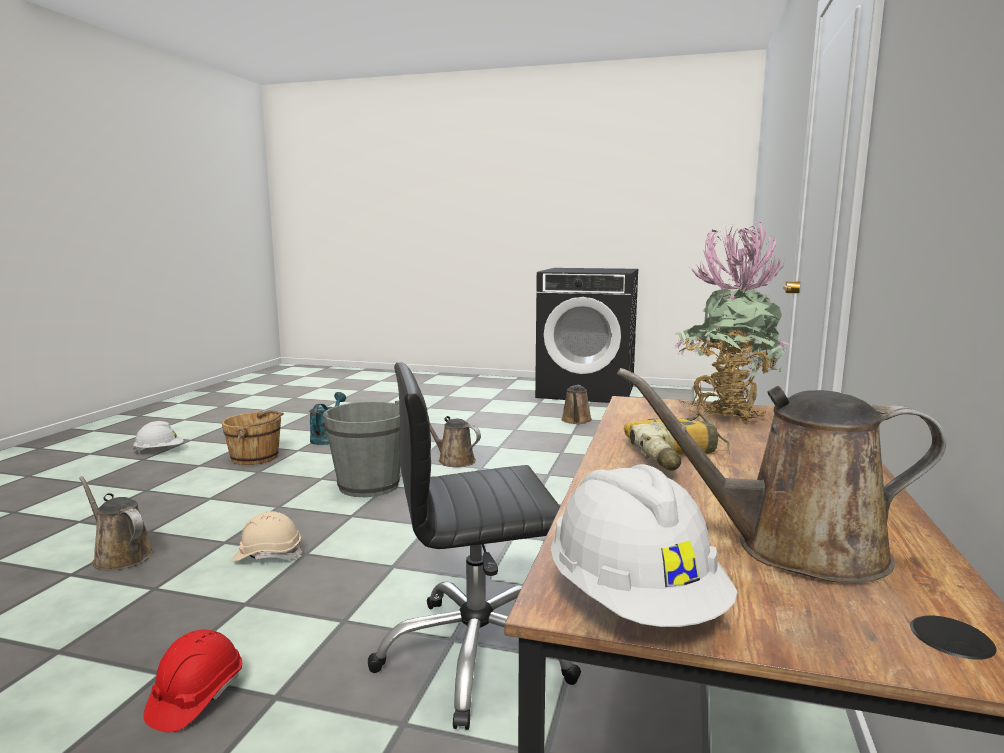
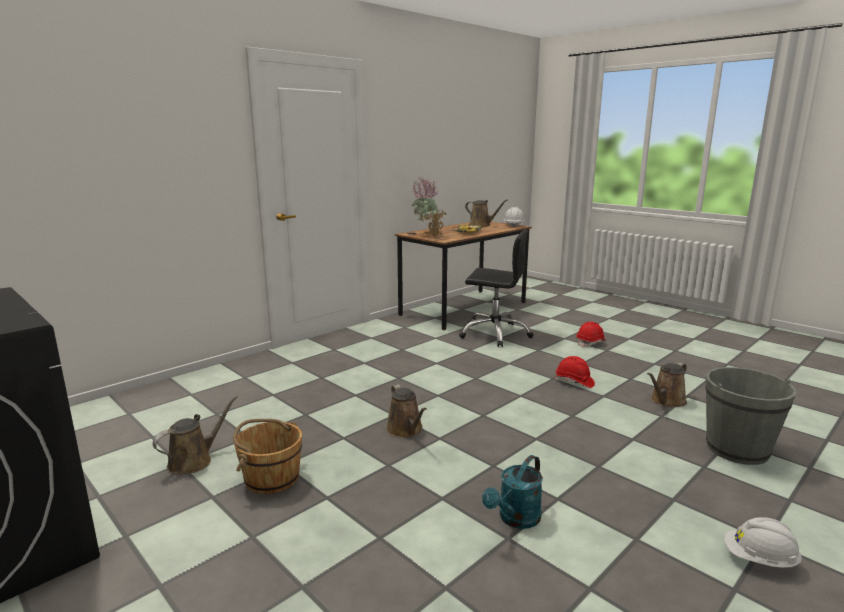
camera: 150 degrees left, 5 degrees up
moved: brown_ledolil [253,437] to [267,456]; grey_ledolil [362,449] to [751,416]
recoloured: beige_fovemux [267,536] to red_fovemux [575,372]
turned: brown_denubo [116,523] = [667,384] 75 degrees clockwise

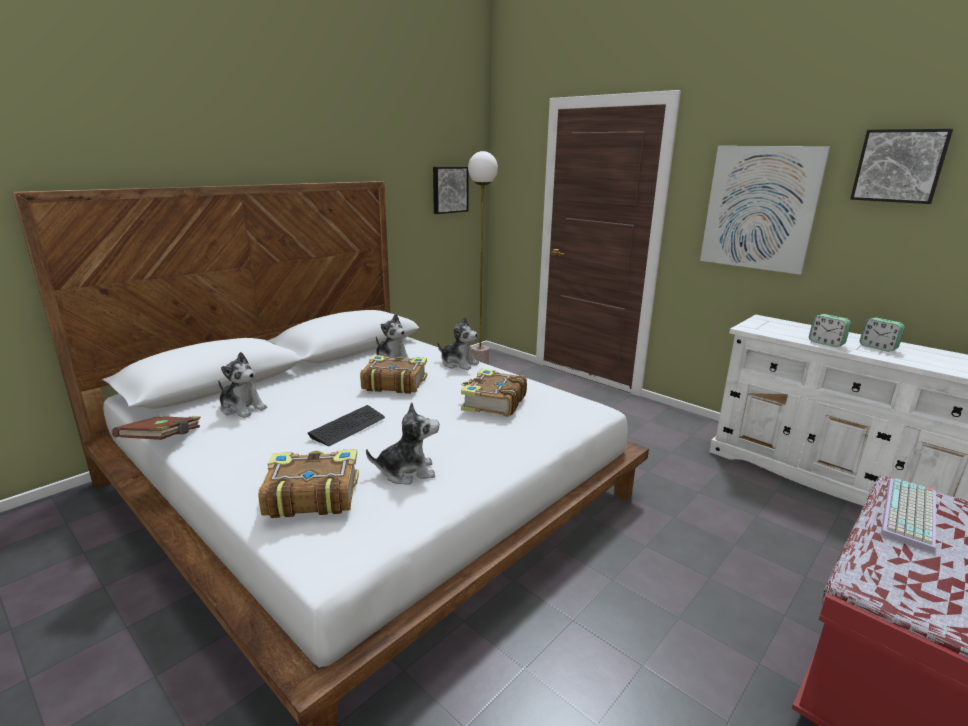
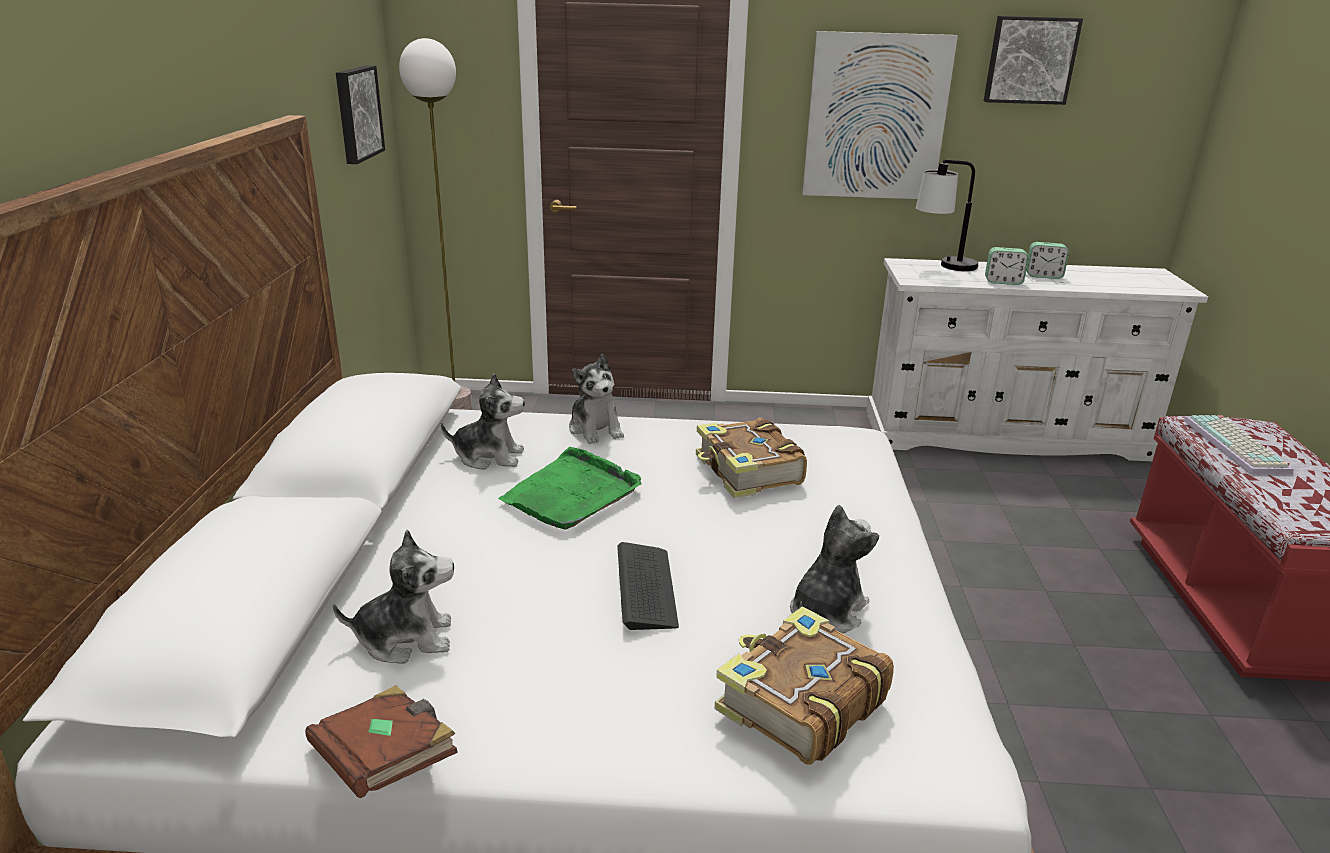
camera: 40 degrees left, 5 degrees up
added: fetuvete [947,215]
replaced: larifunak [393,374] to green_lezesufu [570,488]
turned: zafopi [458,343] = [596,399] 75 degrees clockwise

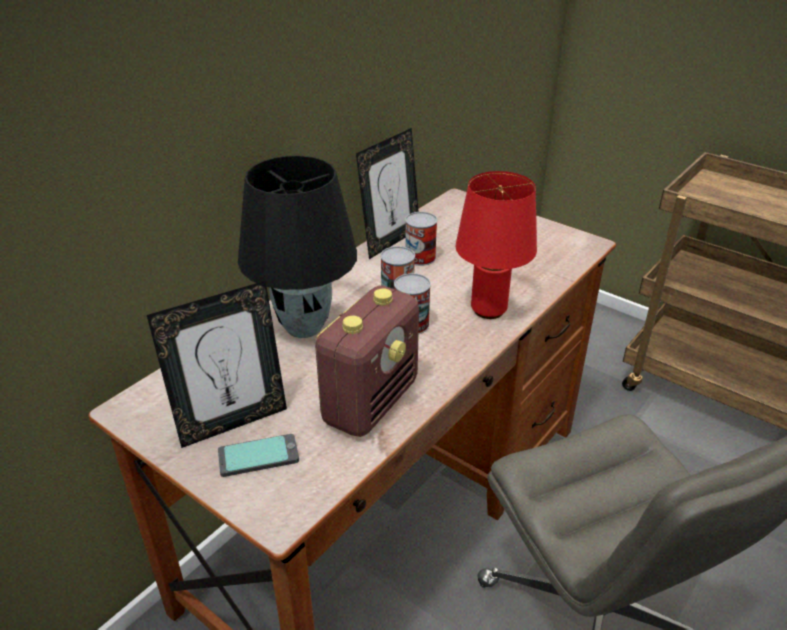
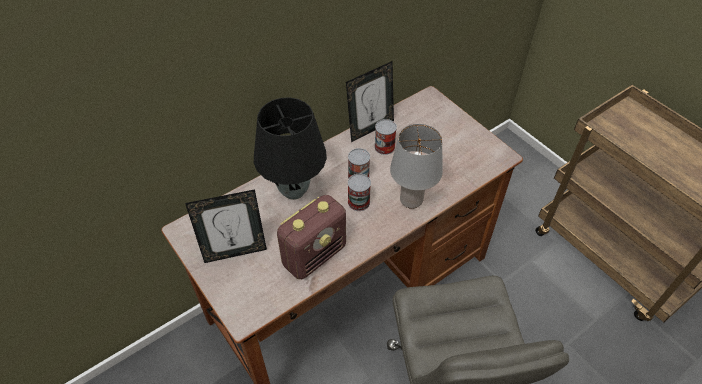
camera: 15 degrees right, 15 degrees up
removed: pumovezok [258,455]
recoloured: red_fetuvete [496,245] to grey_fetuvete [416,166]

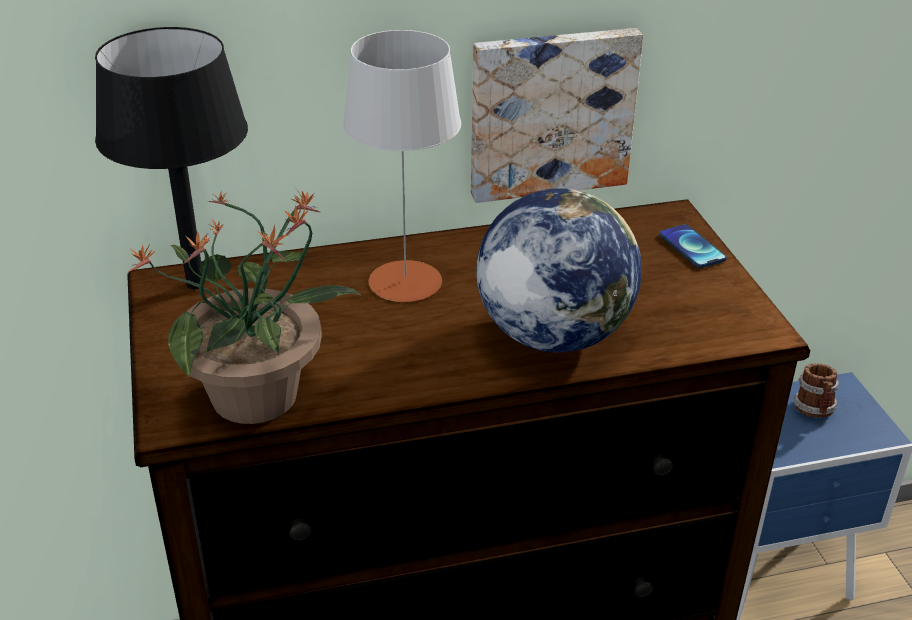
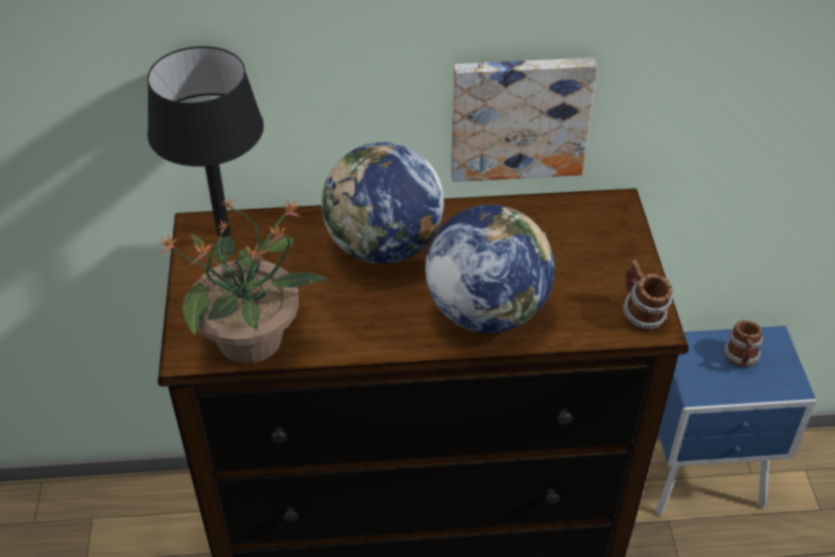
camera: 10 degrees right, 10 degrees up
removed: pumovezok [693,246]
added: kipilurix [647,295]
replaced: grey_fetuvete [402,166] to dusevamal [383,203]

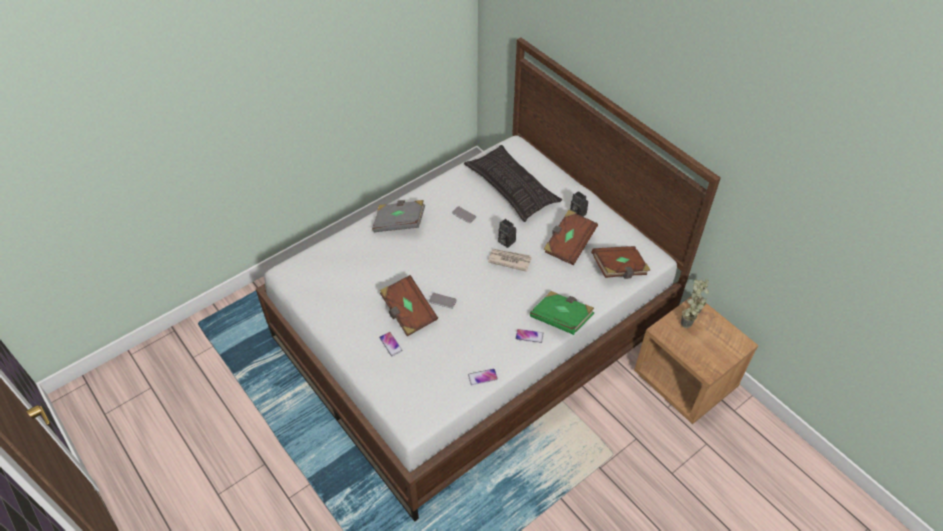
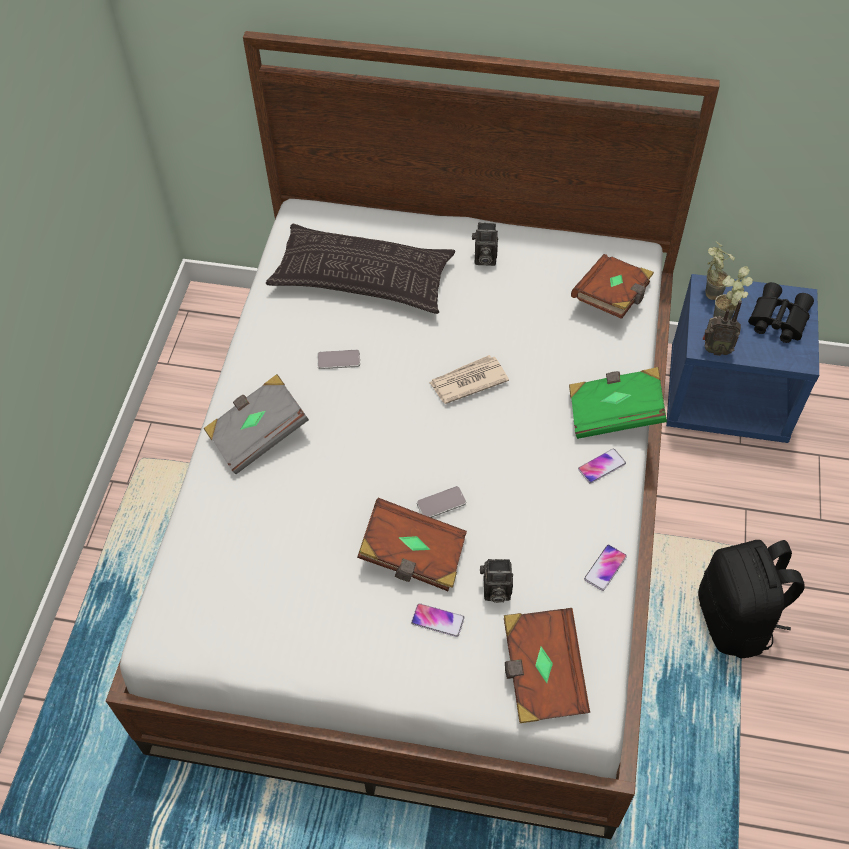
camera: 40 degrees left, 5 degrees up
added: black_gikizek [751,599]; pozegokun [722,328]; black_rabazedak [781,312]
moved: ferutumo [507,233] to [496,581]; brown_larifunak [571,237] to [547,665]
recoloured: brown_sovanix [696,360] to blue_sovanix [742,358]

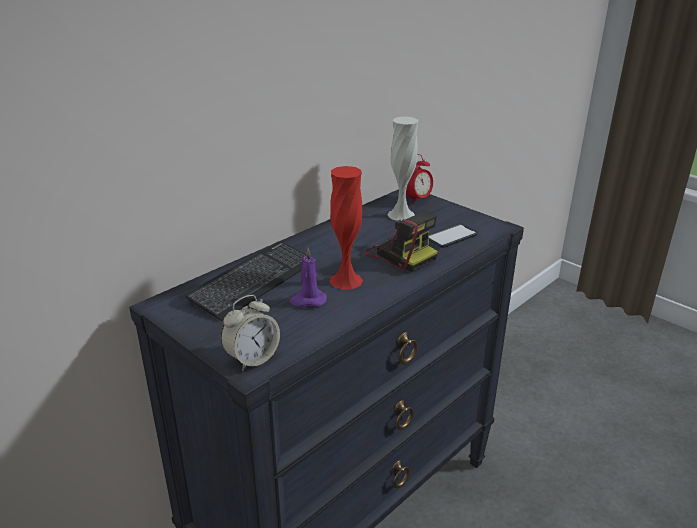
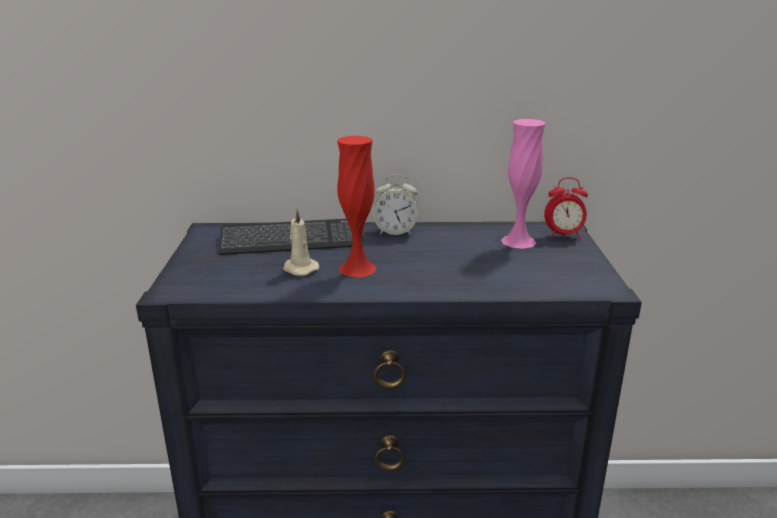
camera: 45 degrees right, 5 degrees down
removed: ferutumo [401,242]; pumovezok [453,236]
moved: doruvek [250,333] to [395,205]
recoloured: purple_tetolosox [308,277] to beige_tetolosox [301,242]; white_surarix [402,169] to pink_surarix [523,184]

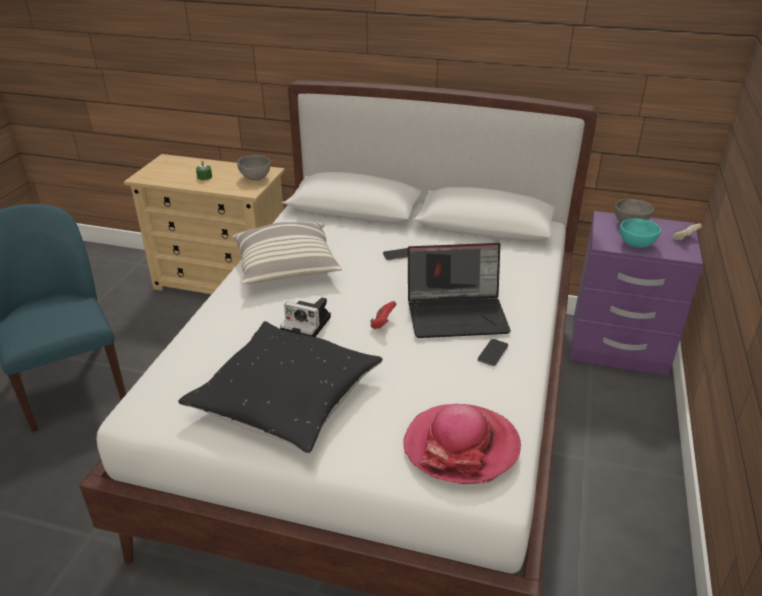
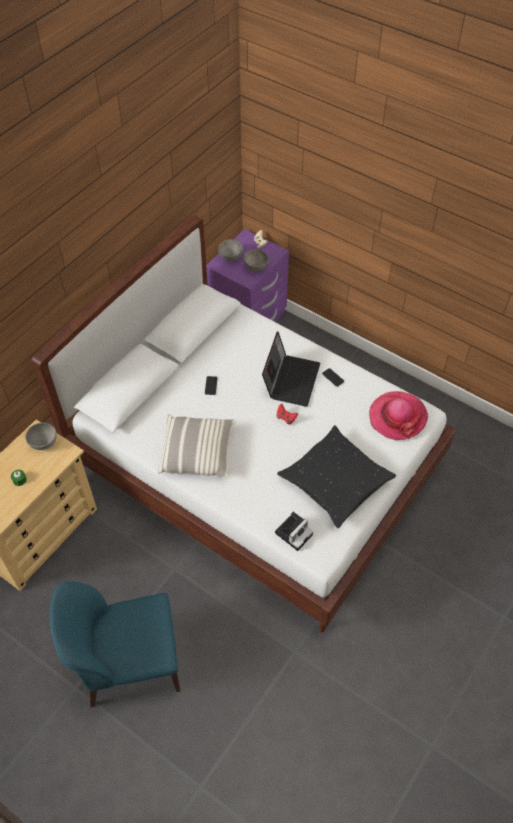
camera: 70 degrees left, 20 degrees up
moved: ferutumo [305,317] to [294,531]
recoloured: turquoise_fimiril [640,233] to grey_fimiril [256,260]

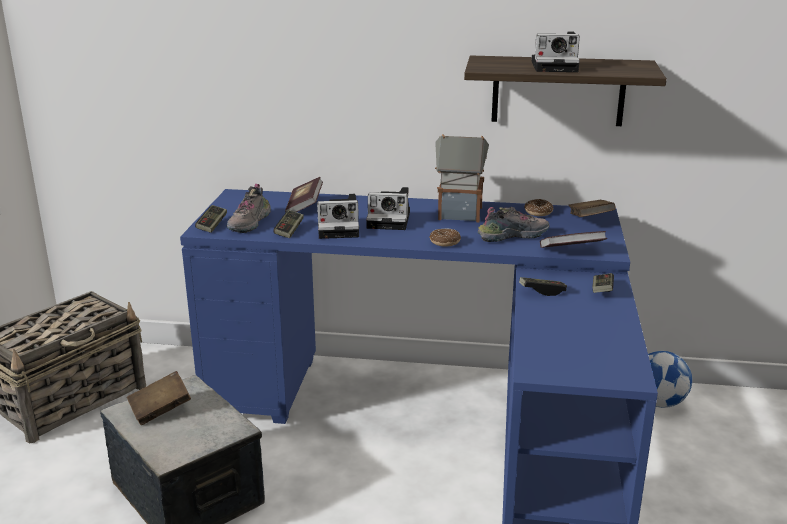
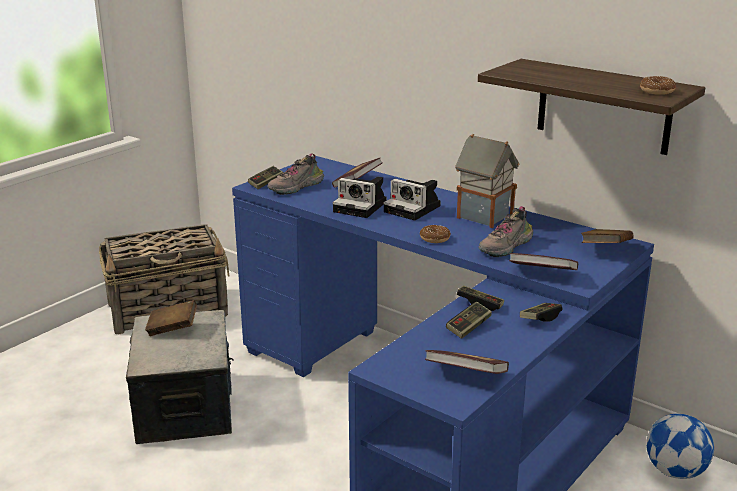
camera: 30 degrees right, 0 degrees up
removed: ferutumo [555,52]
added: larifunak [467,362]
moved: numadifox [288,224] to [469,320]; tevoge [538,207] to [658,85]
turned: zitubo [513,224] = [505,231] 120 degrees clockwise

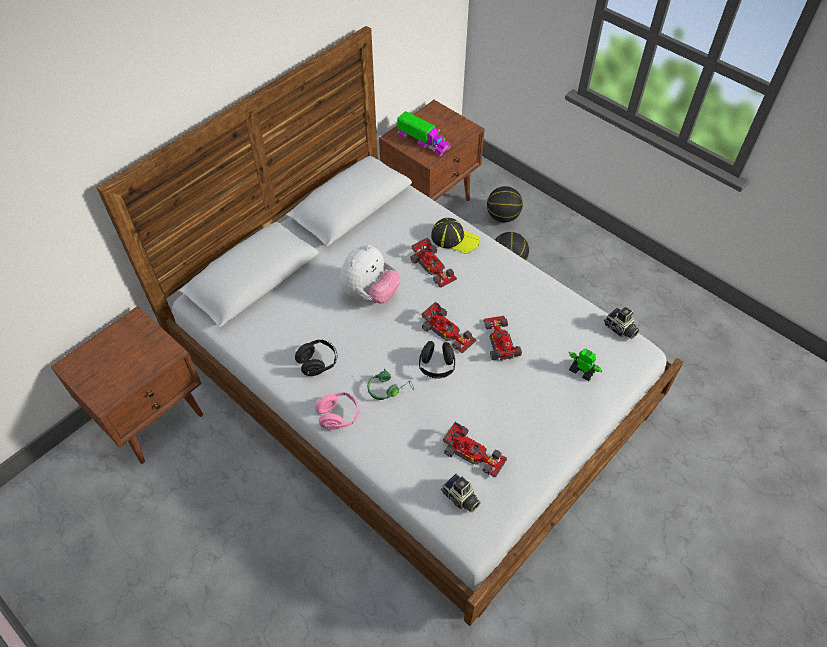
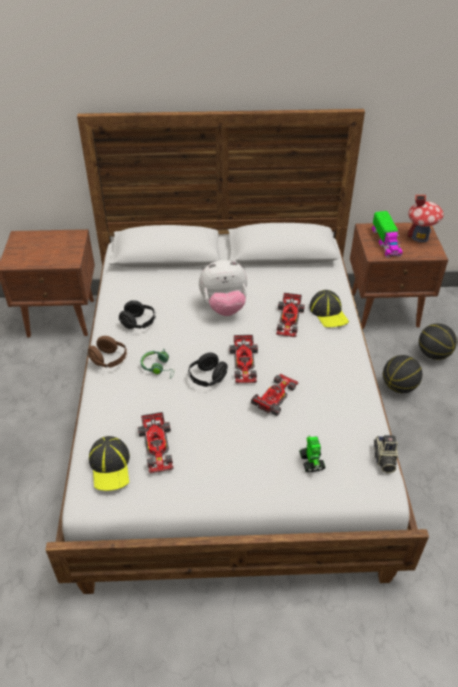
camera: 45 degrees right, 10 degrees down
added: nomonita [426,218]
replaced: ferutumo [461,493] to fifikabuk [109,463]
recoloured: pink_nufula [337,411] to brown_nufula [107,352]

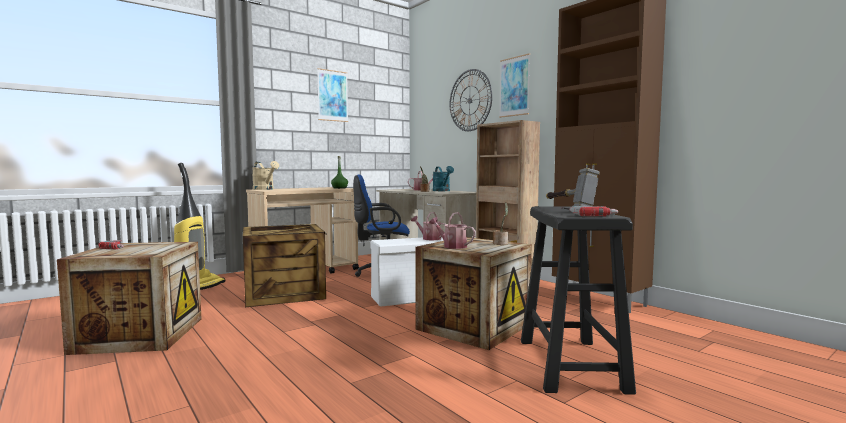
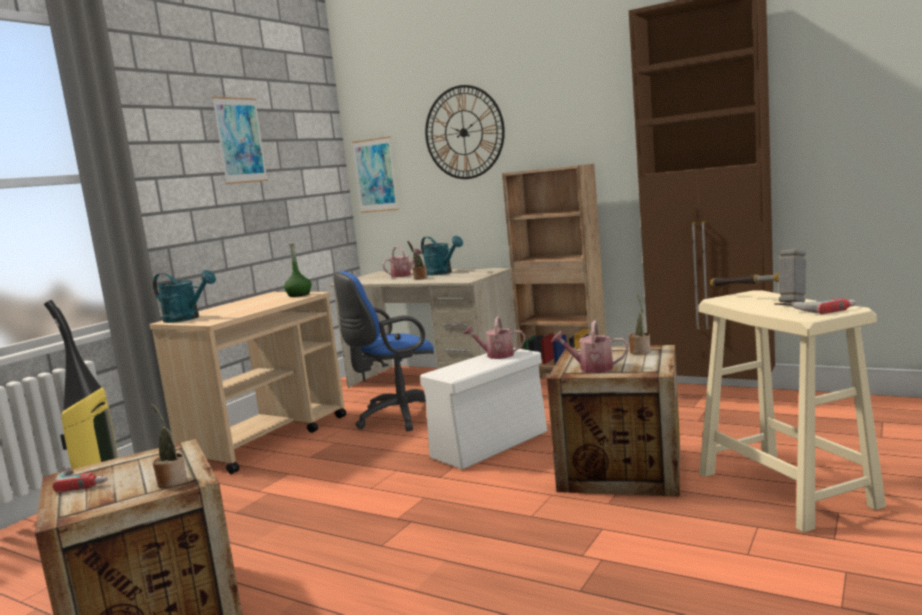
camera: 20 degrees left, 5 degrees up
removed: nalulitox [284,265]
added: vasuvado [169,446]
moved: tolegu [514,85] to [375,174]
recoloured: beige_denubo [266,175] to turquoise_denubo [184,296]; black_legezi [578,300] to beige_legezi [792,411]

